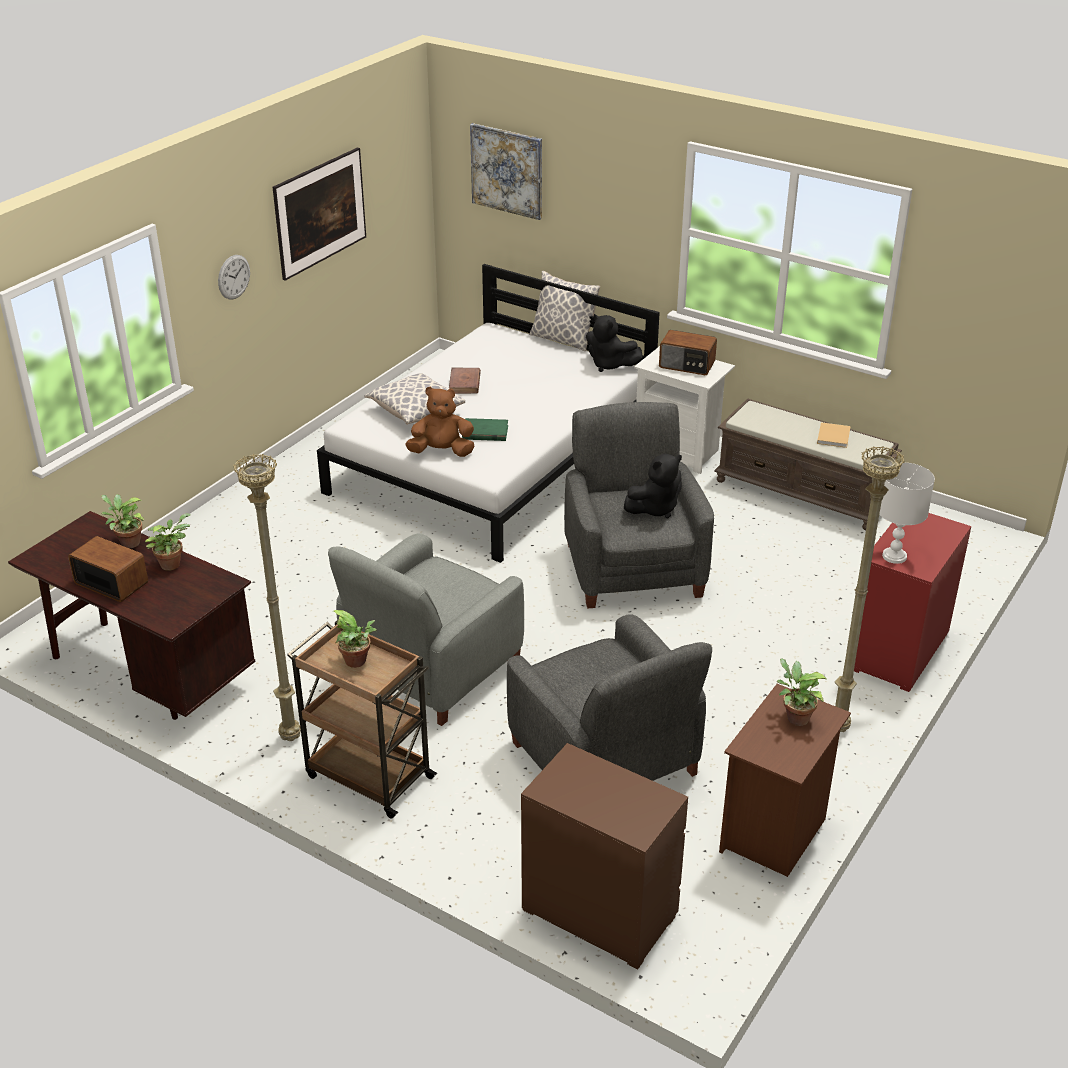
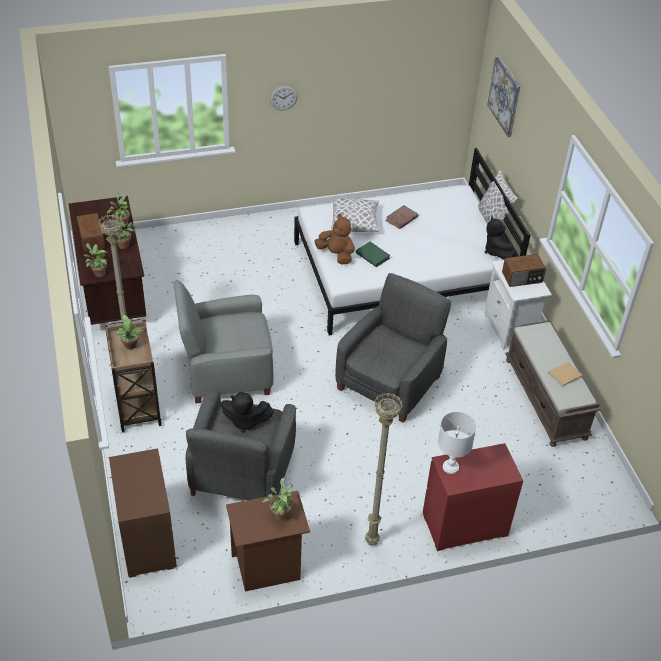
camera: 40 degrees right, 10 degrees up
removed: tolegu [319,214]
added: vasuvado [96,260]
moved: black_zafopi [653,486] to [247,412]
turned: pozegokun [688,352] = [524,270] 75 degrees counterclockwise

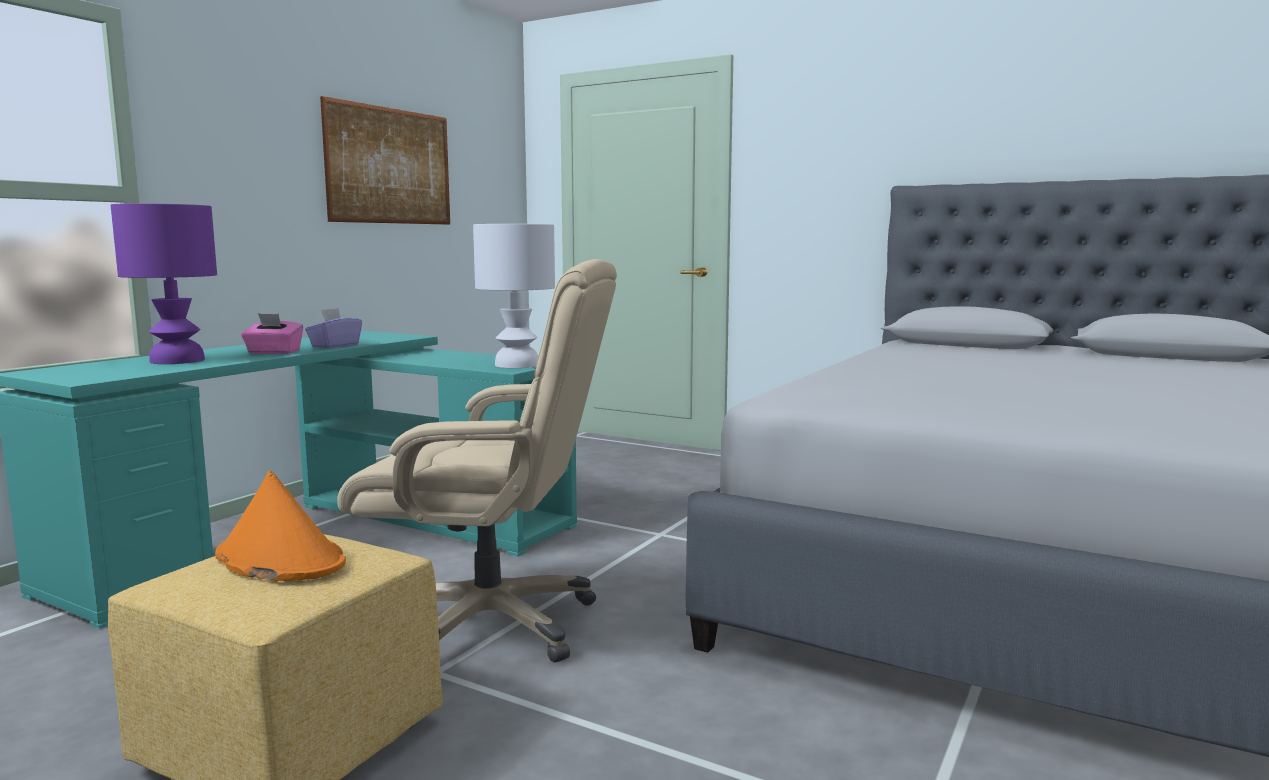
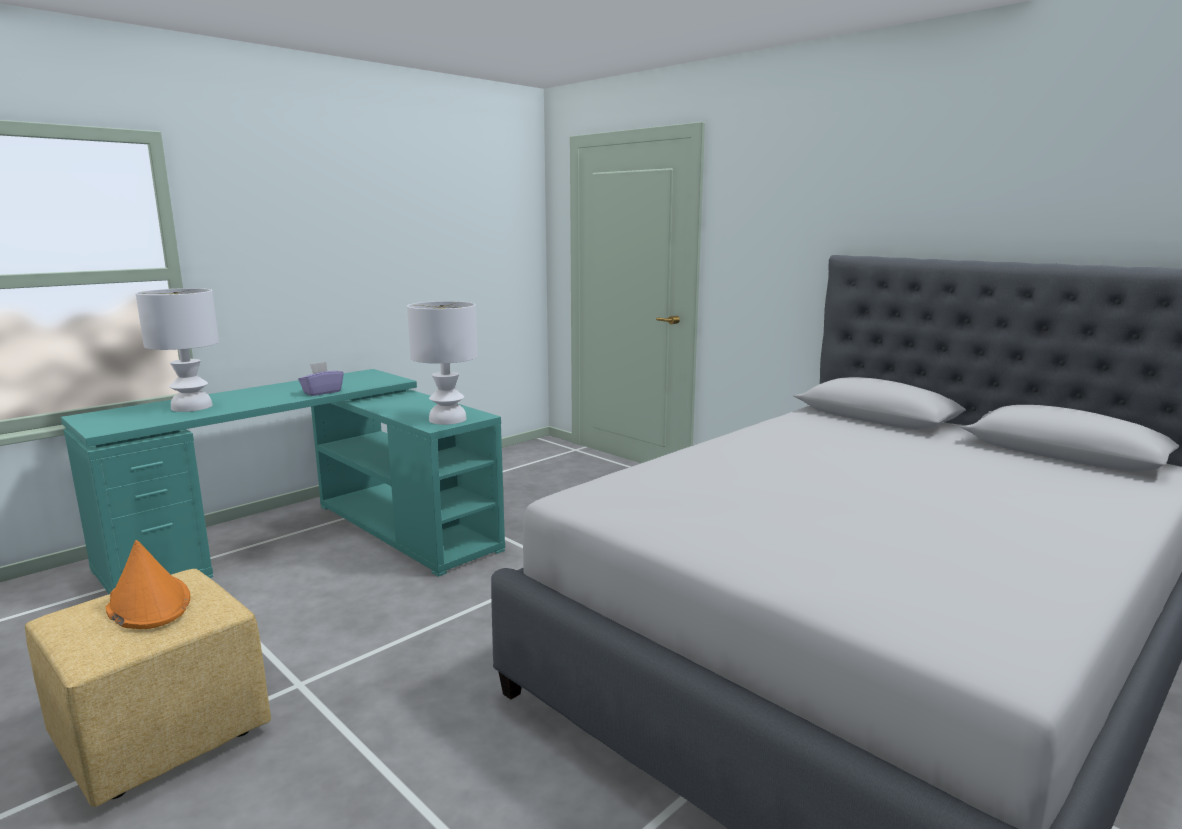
camera: 15 degrees right, 5 degrees up
removed: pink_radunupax [272,333]; tolegu [385,160]; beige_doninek [477,461]
recoloured: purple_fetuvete [164,283] to white_fetuvete [177,350]

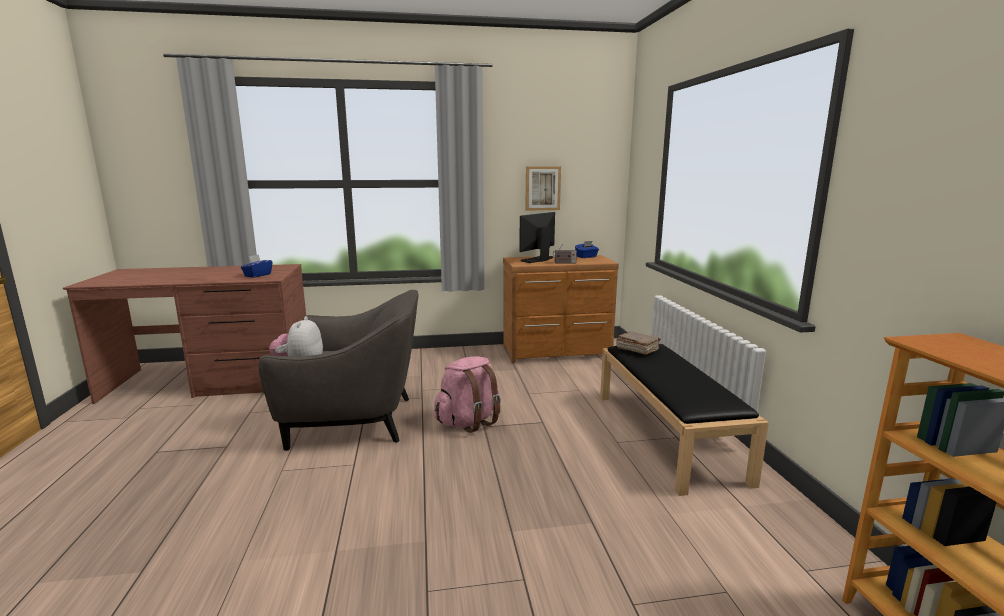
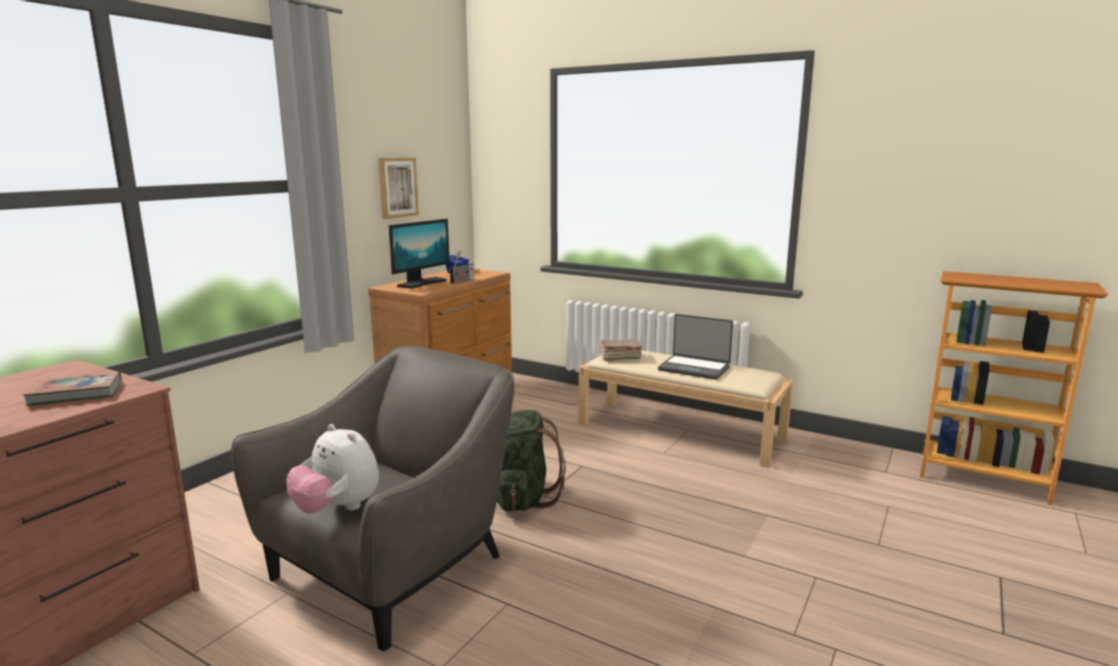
camera: 50 degrees left, 0 degrees up
added: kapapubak [695,347]
replaced: blue_radunupax [256,266] to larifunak [72,389]
recoloured: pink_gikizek [467,394] to green_gikizek [531,460]; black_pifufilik [684,420] to beige_pifufilik [685,409]
turned: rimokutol [537,237] = [419,254] 135 degrees counterclockwise

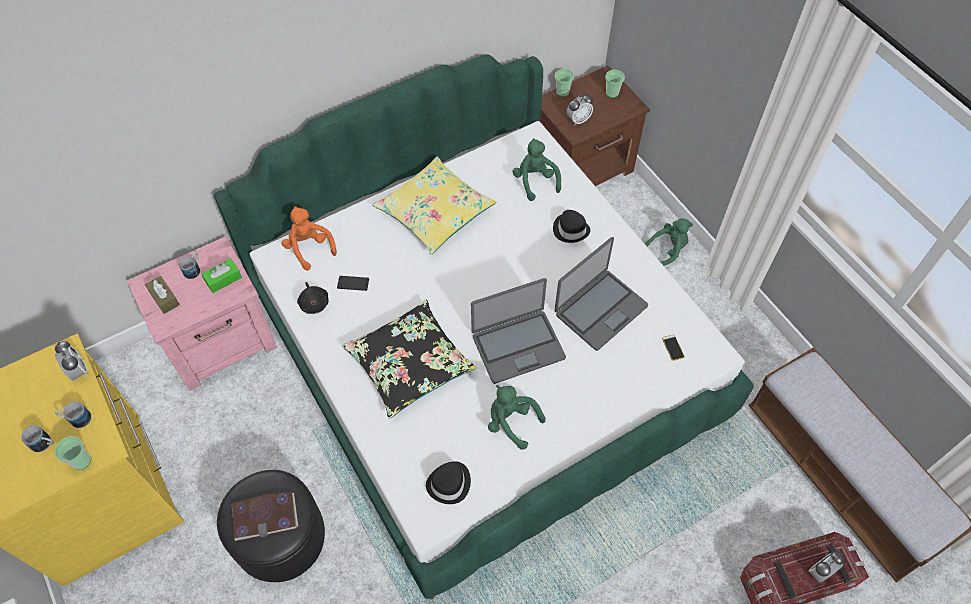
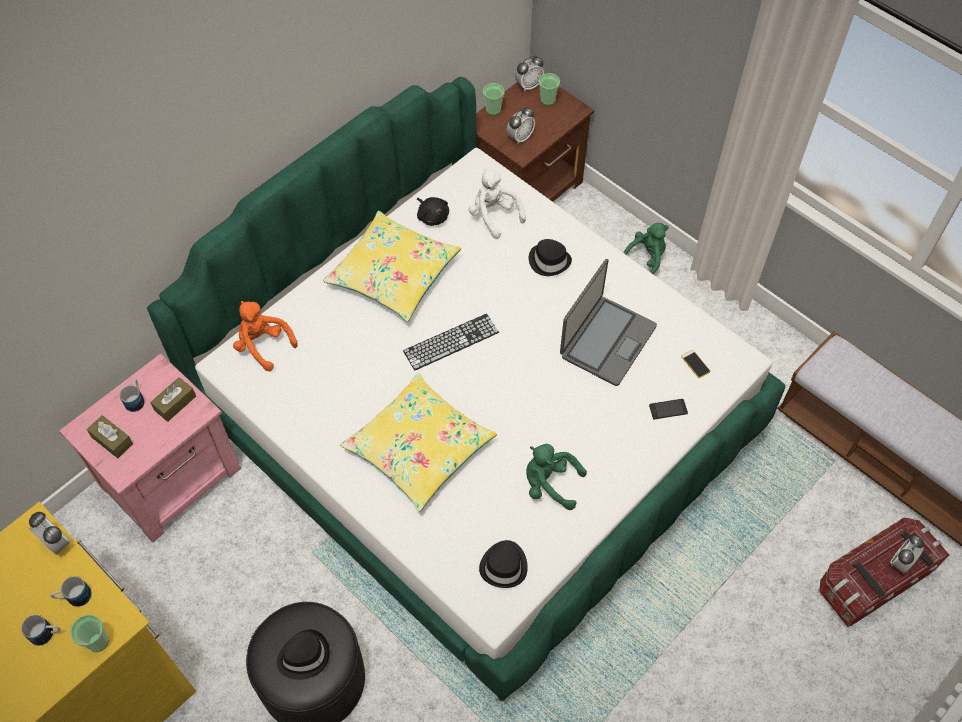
camera: 15 degrees left, 0 degrees up
removed: kapapubak [518,331]
added: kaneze [451,342]; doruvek [529,74]
moved: black_zafopi [313,298] to [433,211]; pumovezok [353,283] to [668,409]
replaced: larifunak [265,516] to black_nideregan [303,655]
recoloured: green_radunupax [222,276] to brown_radunupax [173,399]; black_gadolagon [409,359] to yellow_gadolagon [418,442]; green_zafopi [536,169] to white_zafopi [497,204]

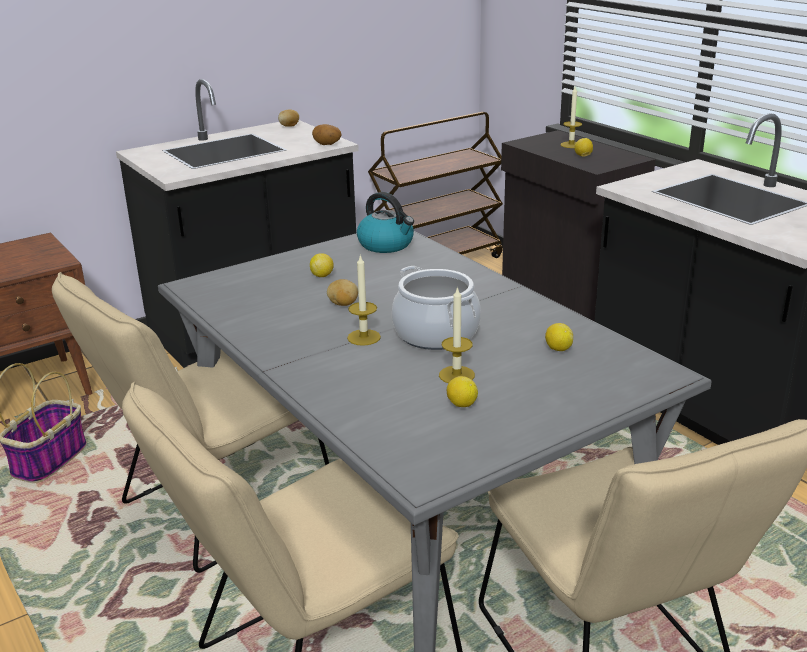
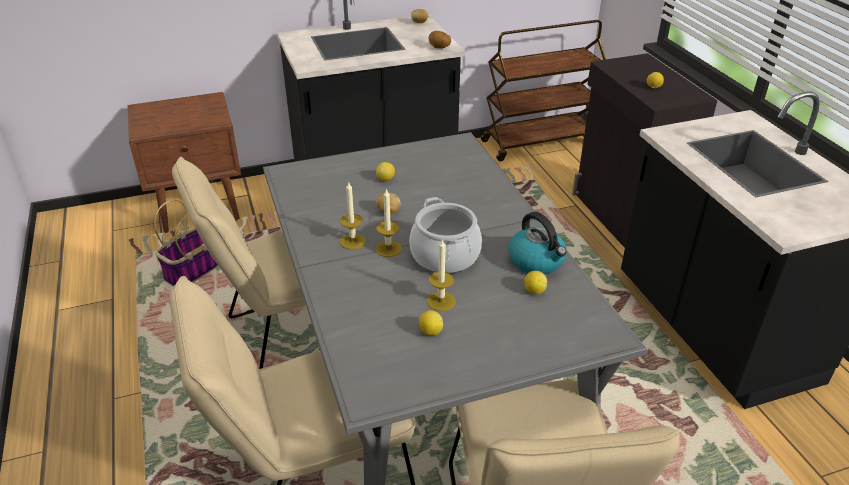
camera: 15 degrees right, 10 degrees up
moved: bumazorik [385,222] to [538,243]; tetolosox [571,117] to [353,215]

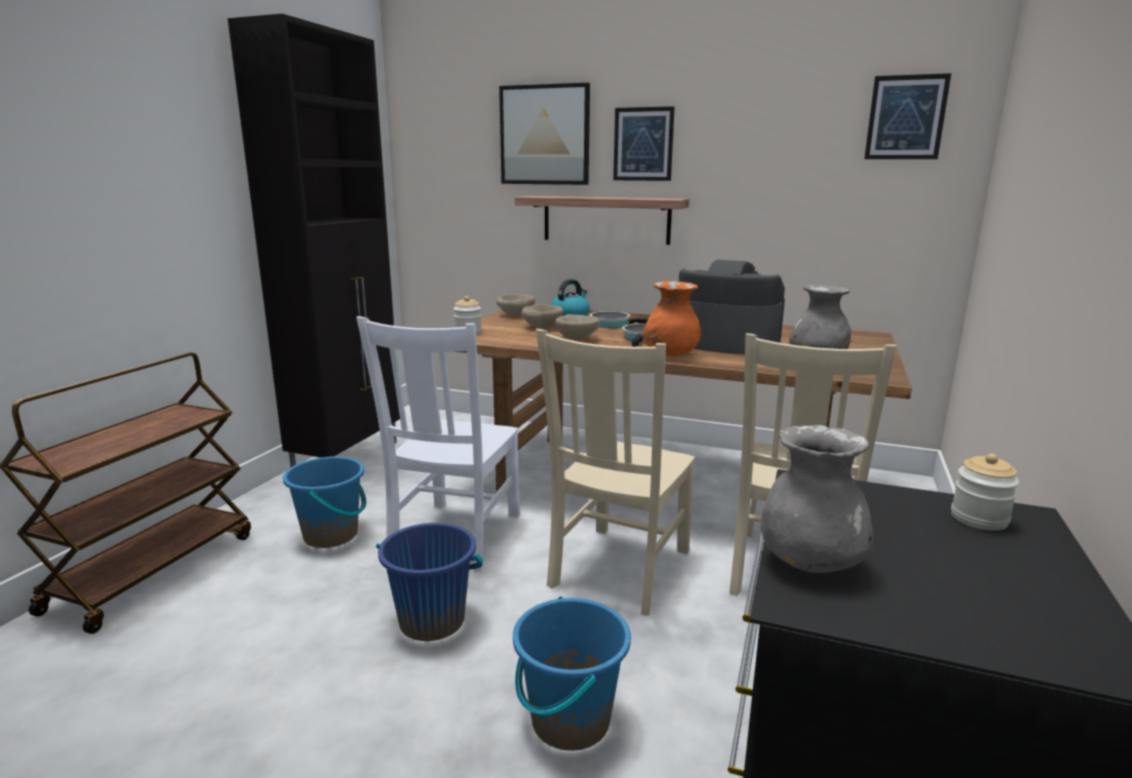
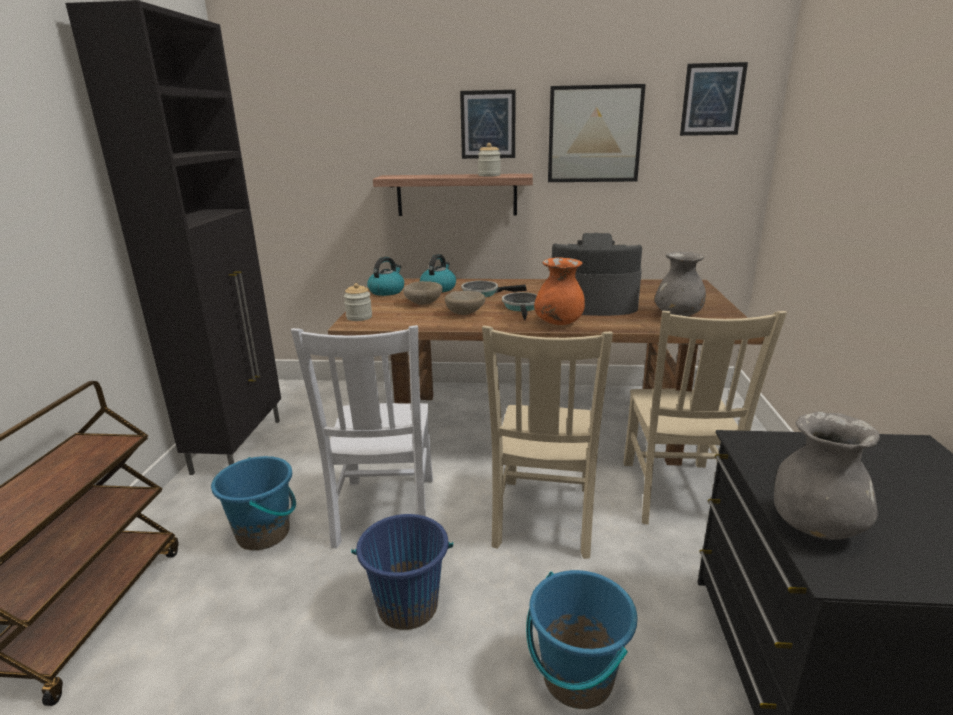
camera: 15 degrees left, 5 degrees up
moved: tolegu [544,134] to [597,133]; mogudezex [985,492] to [489,160]
replaced: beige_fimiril [515,305] to bumazorik [385,276]

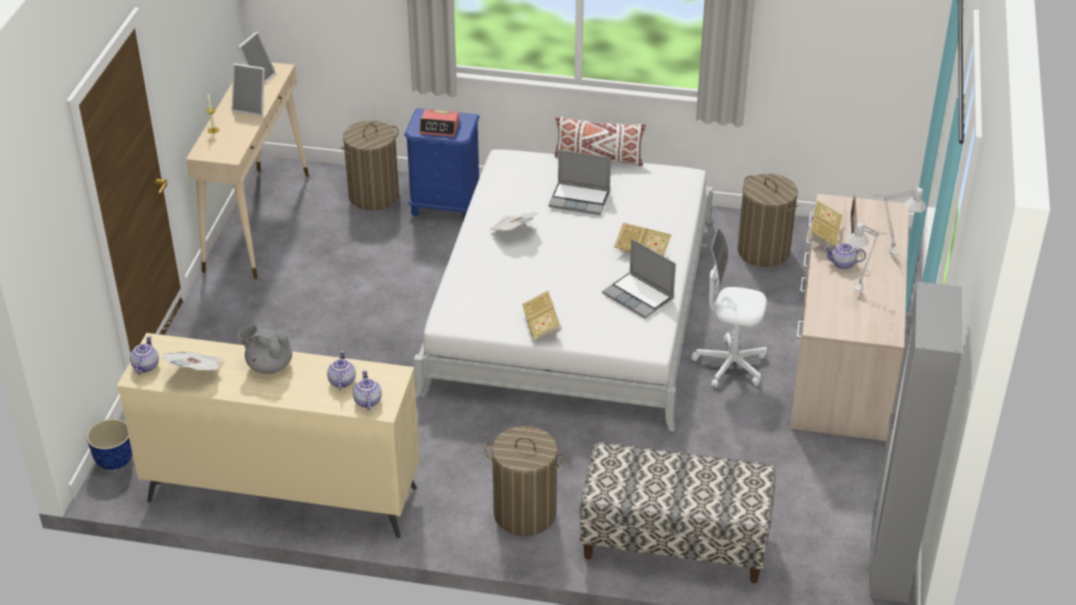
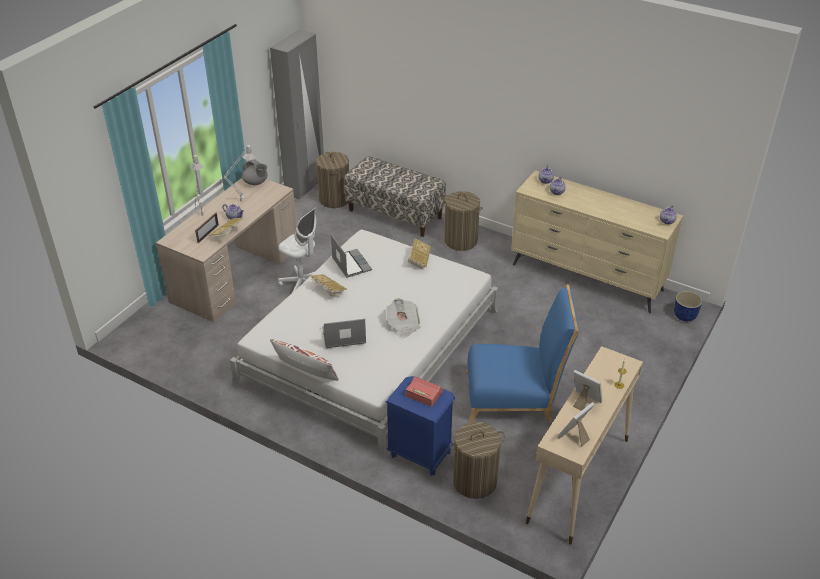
camera: 160 degrees left, 0 degrees up
removed: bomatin [192,360]
added: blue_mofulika [522,353]
moved: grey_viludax [265,349] to [255,172]; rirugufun [767,220] to [332,180]
turned: kapapubak [579,182] = [344,333] 45 degrees counterclockwise

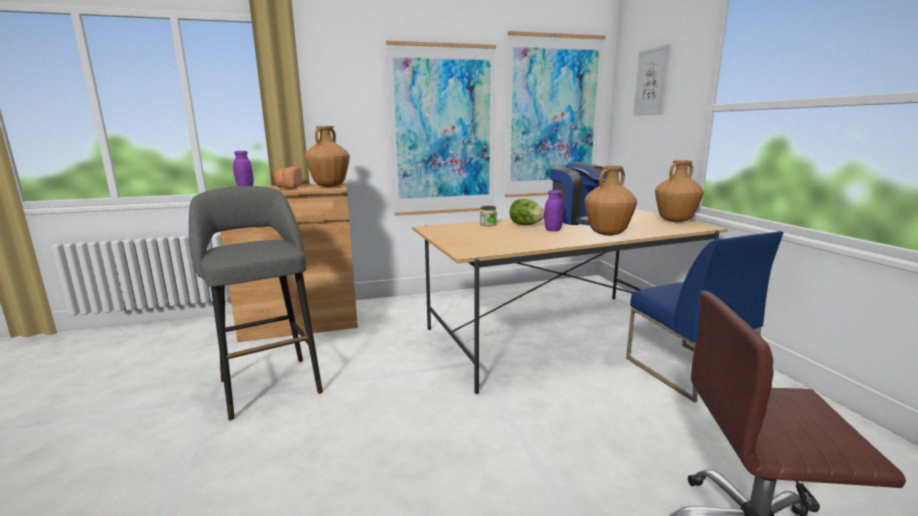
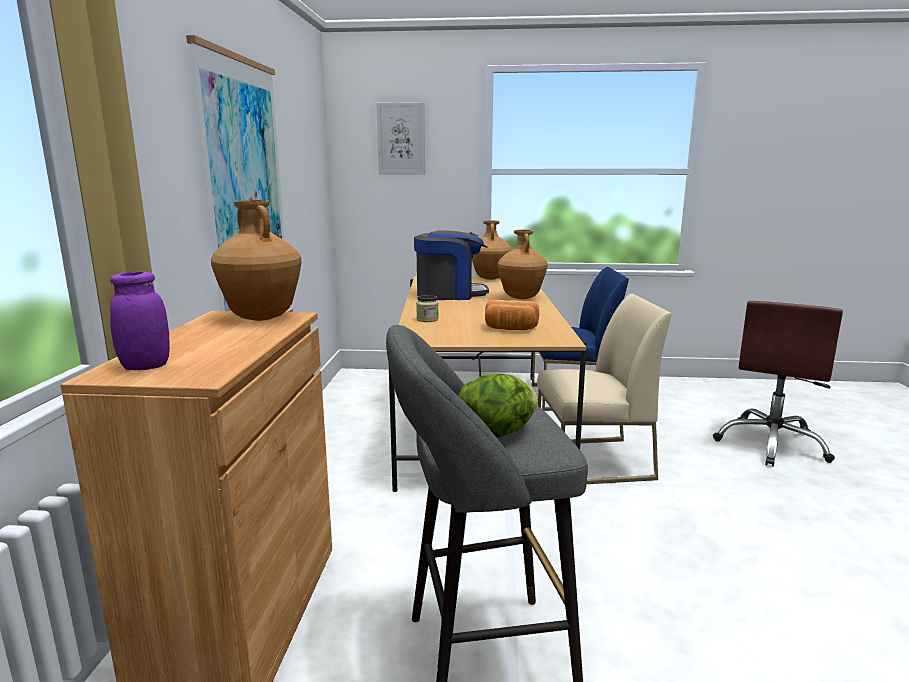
camera: 70 degrees left, 0 degrees up
removed: tolegu [555,114]; purple_mogudezex [554,210]
added: beige_mofulika [604,389]
moved: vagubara [287,178] to [512,315]; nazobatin [526,212] to [498,406]

